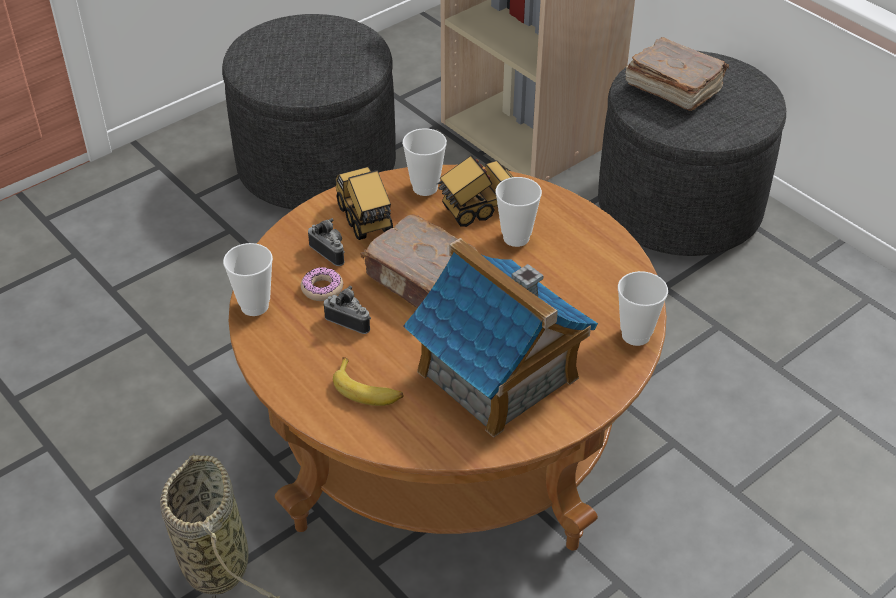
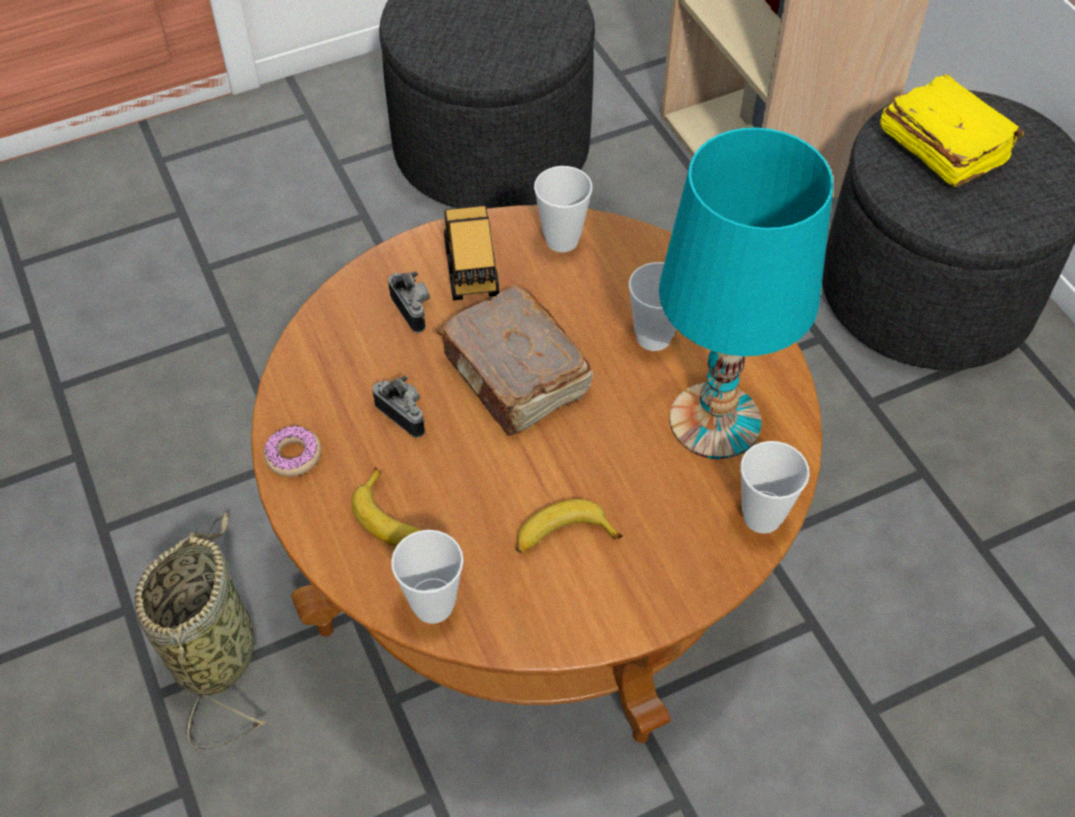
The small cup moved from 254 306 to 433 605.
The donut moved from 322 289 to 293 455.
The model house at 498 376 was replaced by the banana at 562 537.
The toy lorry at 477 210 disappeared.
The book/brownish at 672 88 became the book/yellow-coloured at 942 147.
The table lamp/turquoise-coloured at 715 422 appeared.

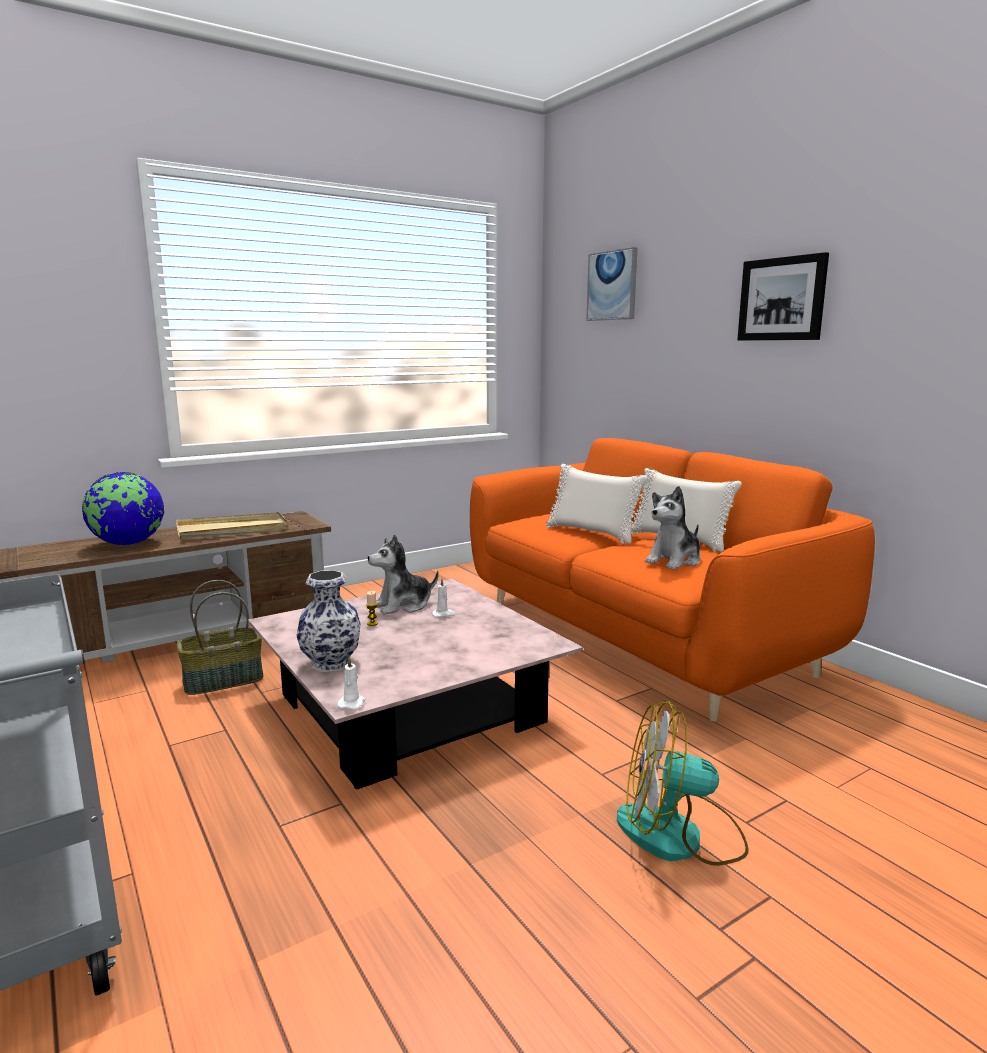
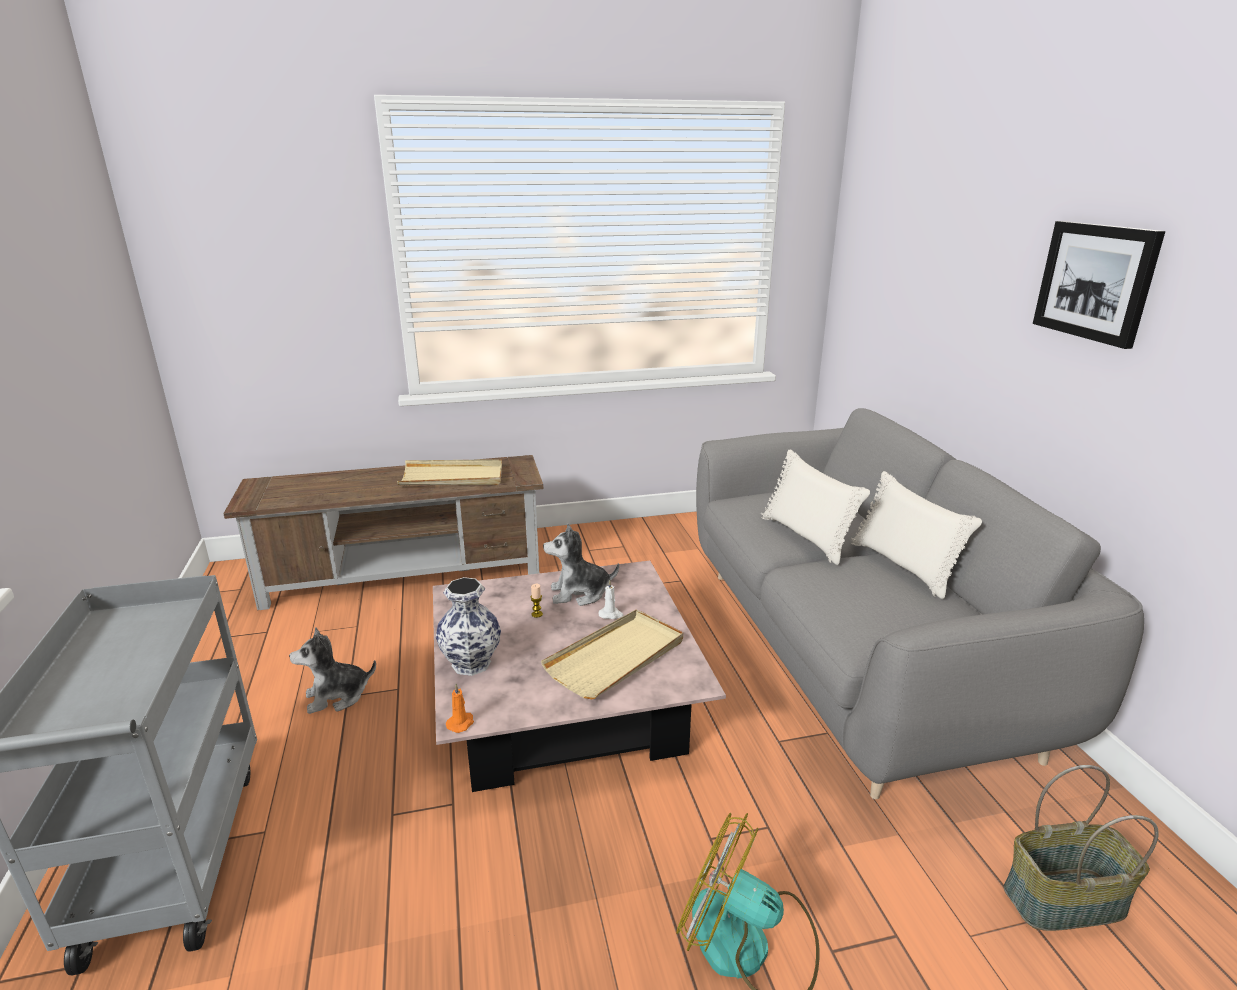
The globe at 128 544 disappeared.
The basket moved from 223 681 to 1064 902.
The wax candle/whitish at 352 703 became the wax candle/orangey at 461 723.
The couch/orangey at 639 637 became the couch/grey at 854 654.
The wall art at 612 285 disappeared.
The soft toy moved from 674 561 to 337 696.
The carrying tray/sand-coloured at 616 657 appeared.

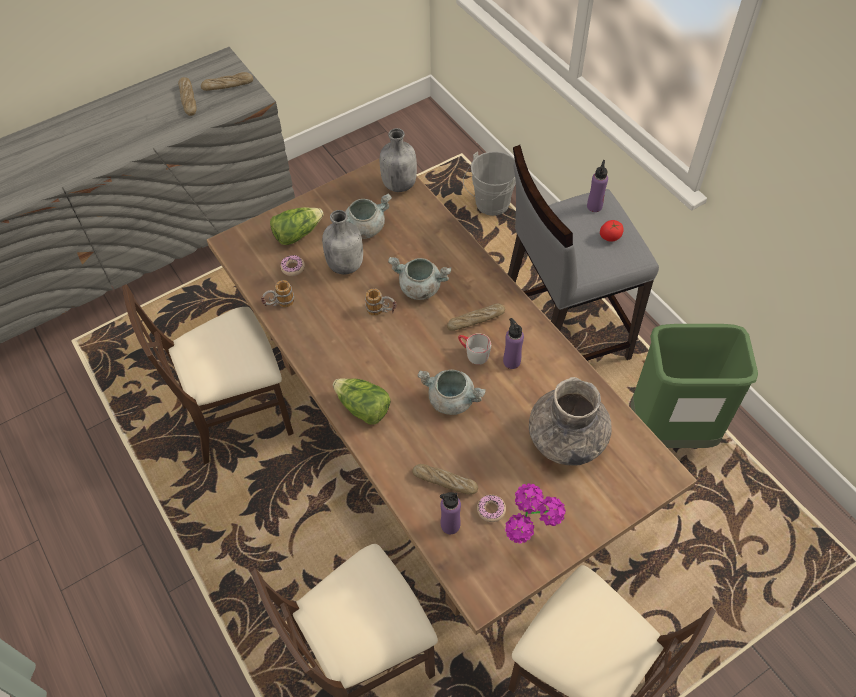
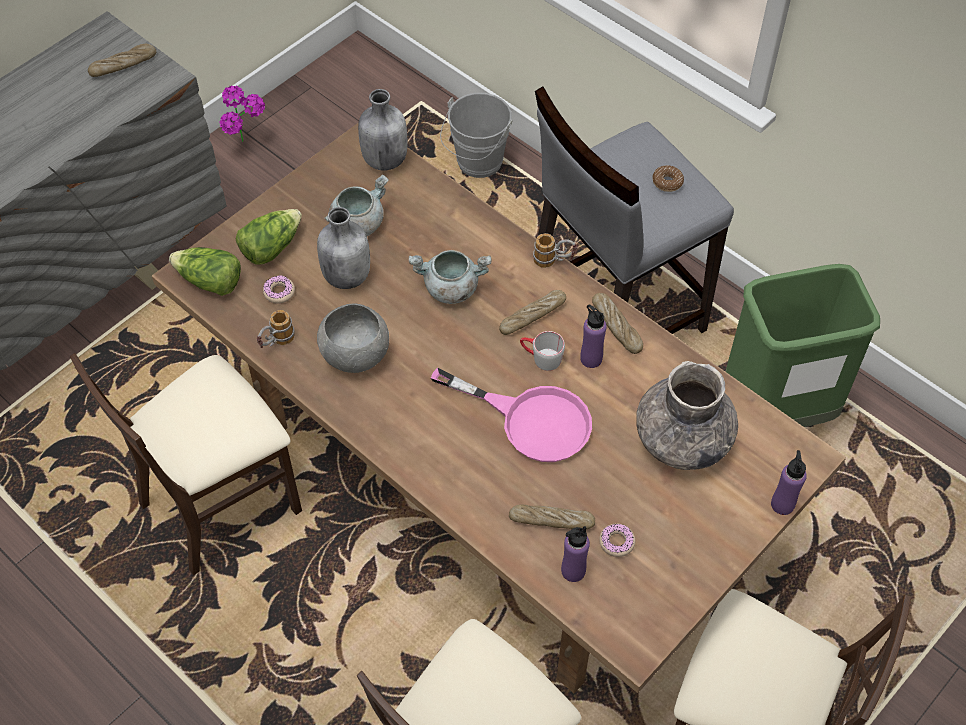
The bakery bread moved from 188 99 to 616 326.
The lettuce moved from 363 408 to 210 282.
The tea mug moved from 382 312 to 554 261.
The saucepot/grey at 451 400 was replaced by the skillet/pink-coloured at 531 420.
The houseplant moved from 529 539 to 248 146.
The bottle/purplish moved from 594 206 to 782 504.
The whole tomato at 610 237 was replaced by the donut at 667 182.
The deep dish/grey at 355 353 appeared.

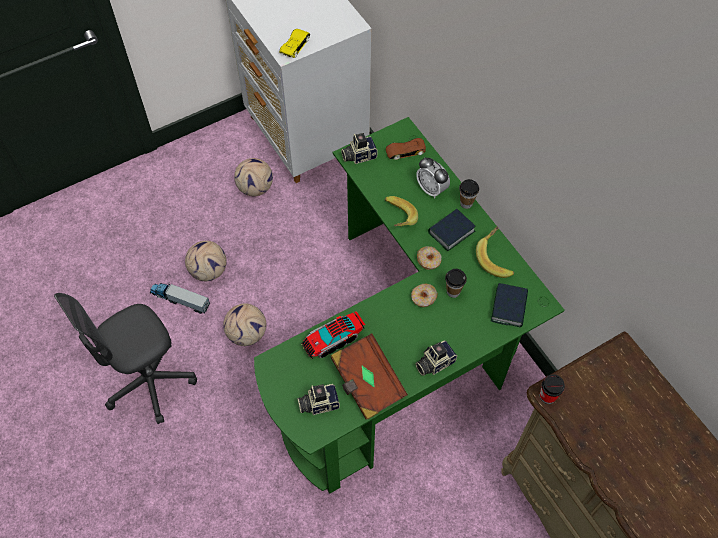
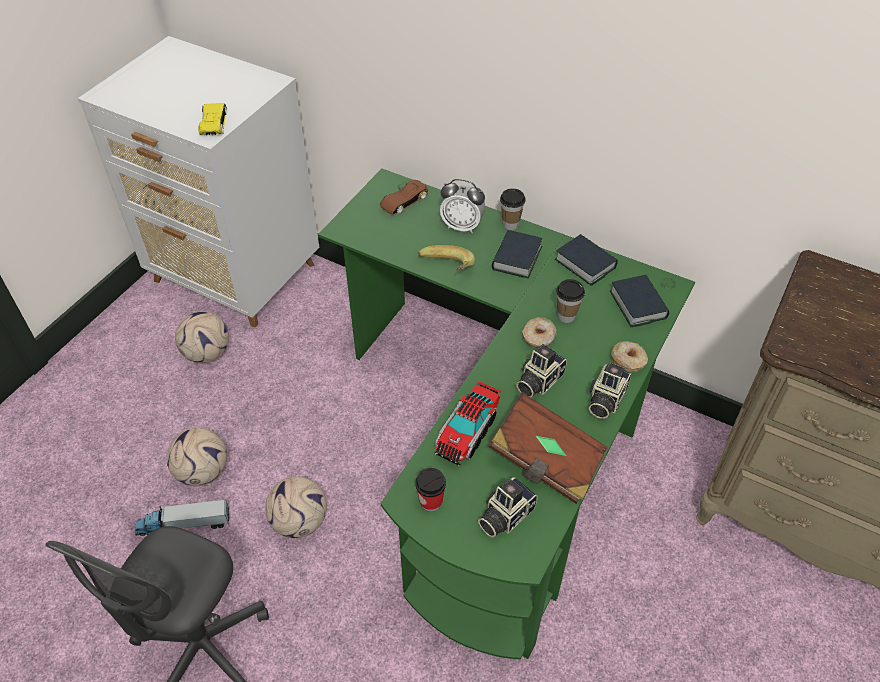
The still camera moved from 358 155 to 538 381.
The donut moved from 429 260 to 628 360.
The banana at 496 258 was replaced by the book at 585 263.
The small cup moved from 548 395 to 430 501.

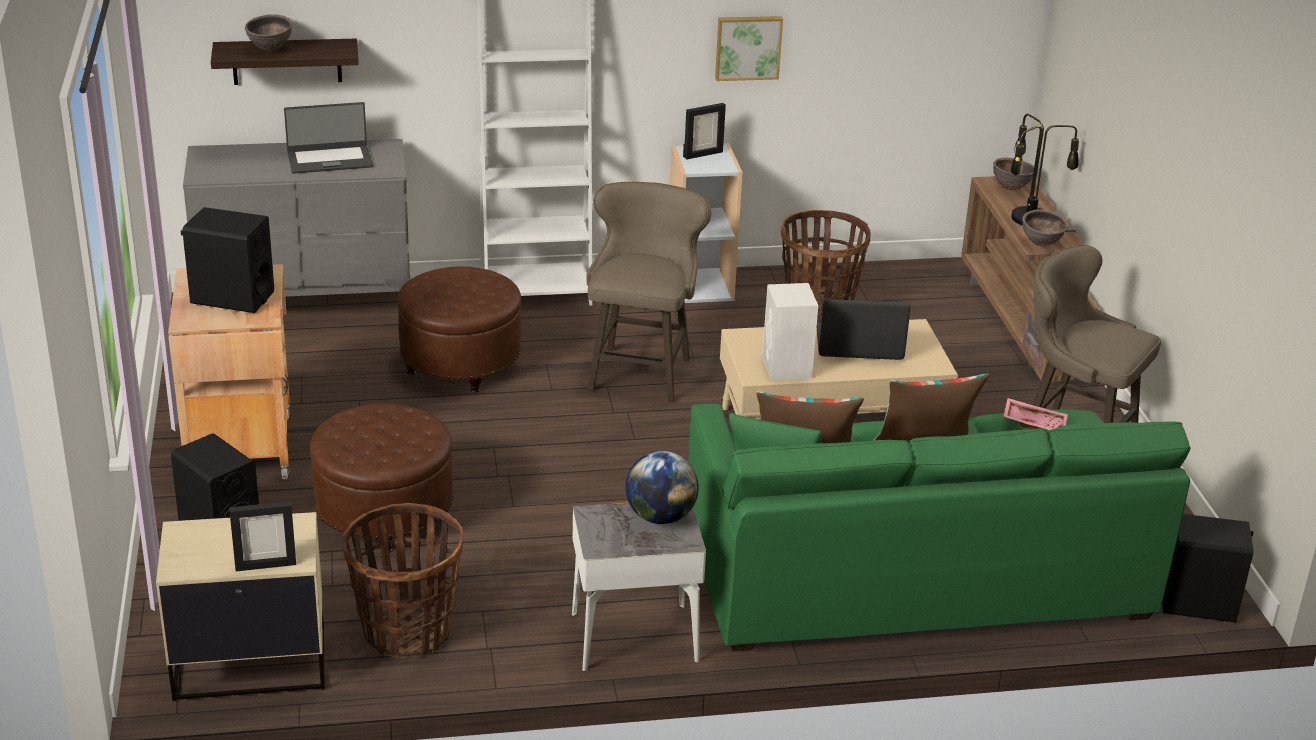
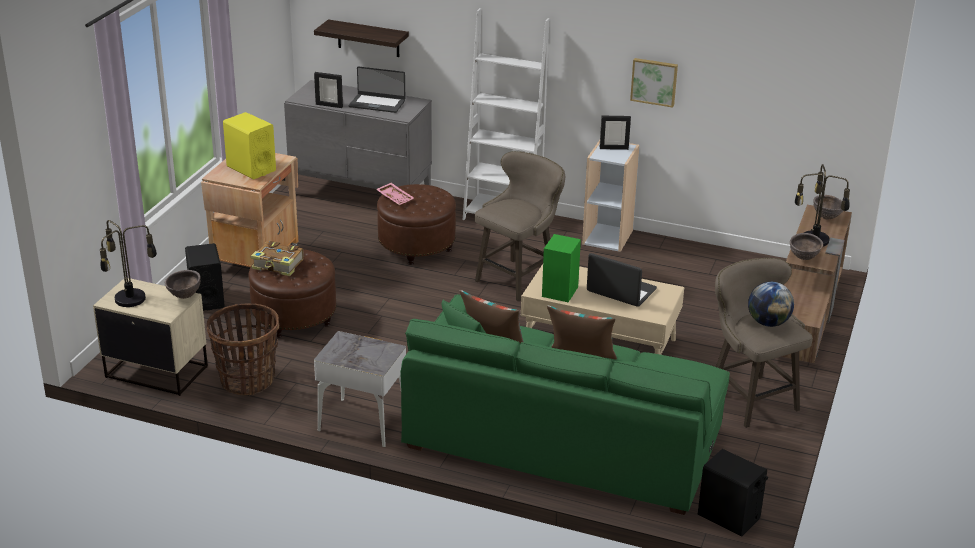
The speaker/black-coloured at 232 298 became the speaker/yellow-coloured at 251 168.
The photo frame moved from 265 565 to 329 105.
The deep dish/brownish moved from 270 50 to 184 296.
The globe moved from 660 517 to 768 322.
The speaker/whitish at 787 368 became the speaker/green-coloured at 559 292.
The basket at 819 308 disappeared.
The carrying tray/pink-coloured moved from 1034 423 to 395 198.
The table lamp at 130 298 appeared.
The book at 278 265 appeared.

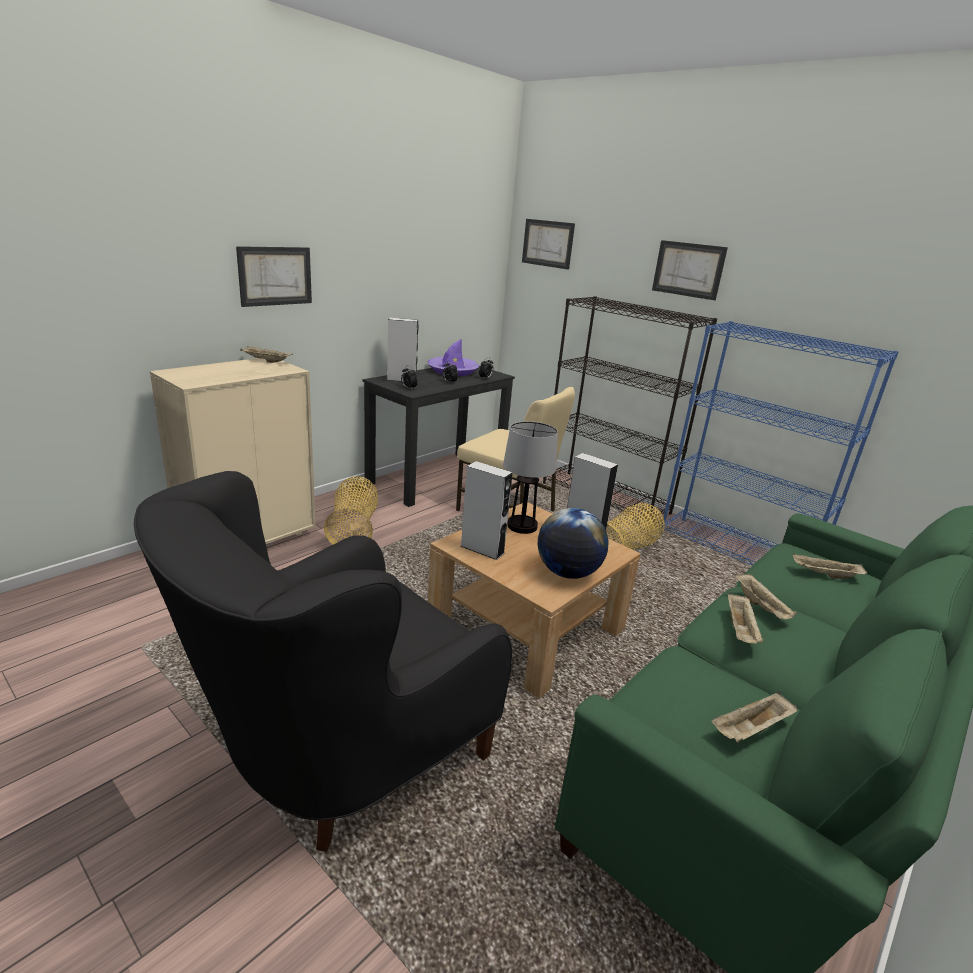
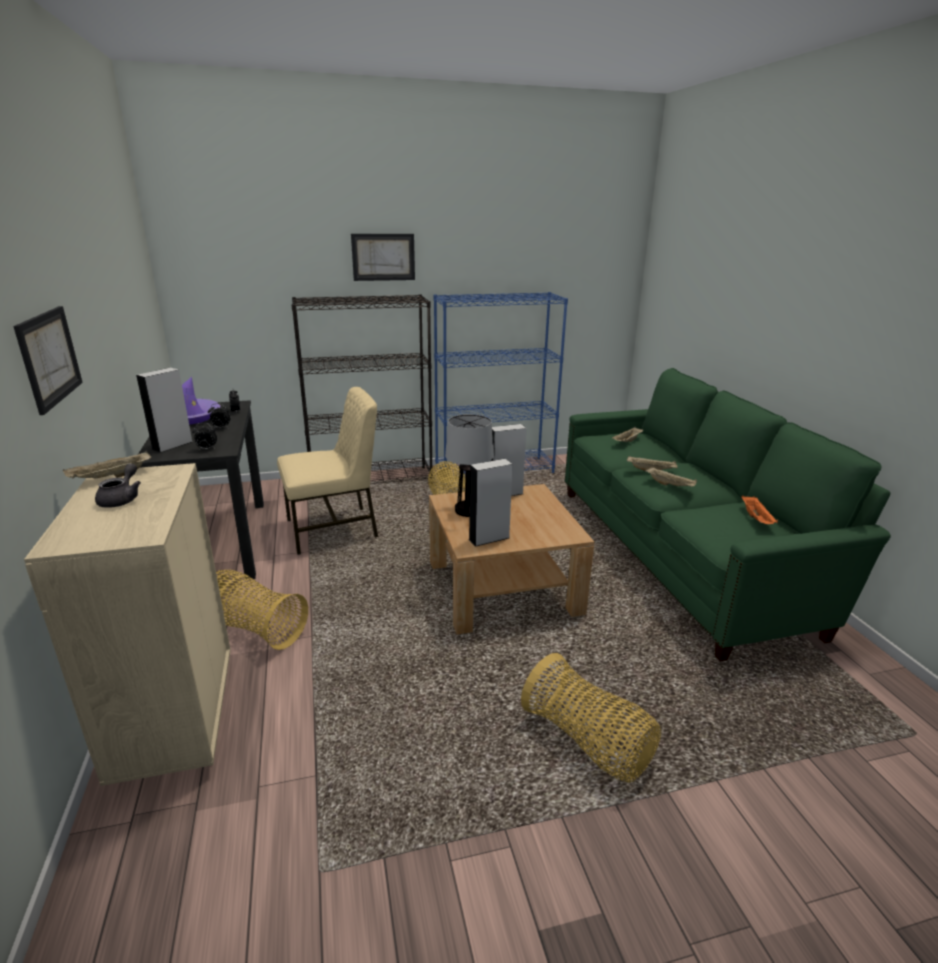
The armchair/black-coloured at 337 754 was replaced by the basket at 588 742.
The wall art at 548 243 disappeared.
The globe at 567 573 disappeared.
The carrying tray/sand-coloured at 751 730 became the carrying tray/orangey at 756 519.
The pot for tea/grey at 122 499 appeared.

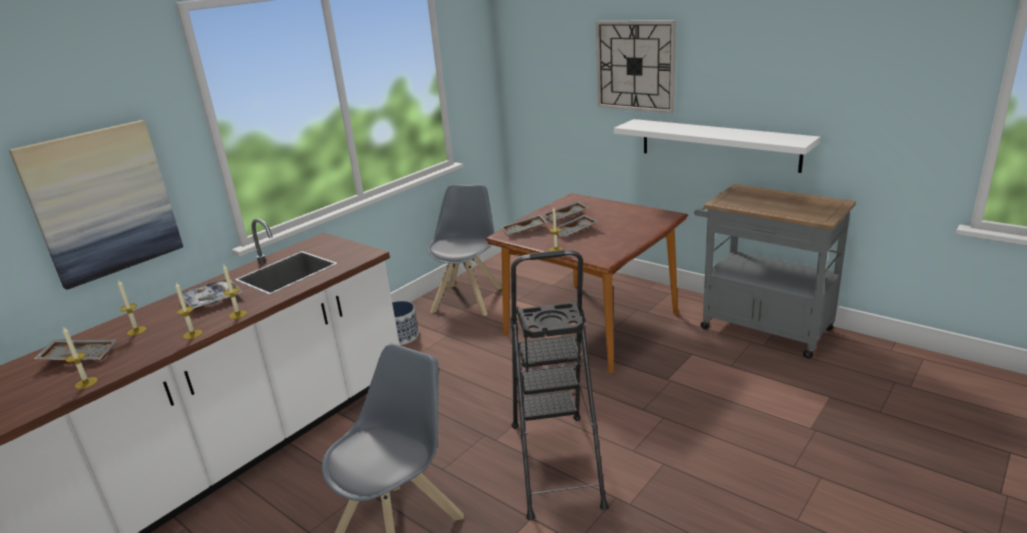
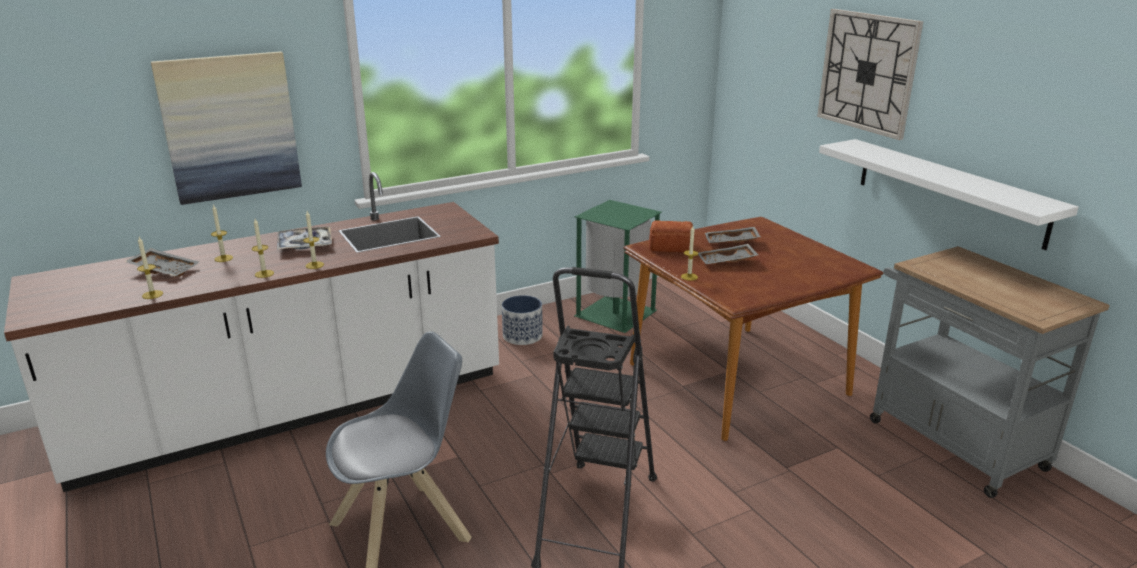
The plain chair/grey at 468 298 was replaced by the rubbish bin/green-coloured at 617 313.
The carrying tray/grey at 524 230 was replaced by the bakery bread at 672 247.

